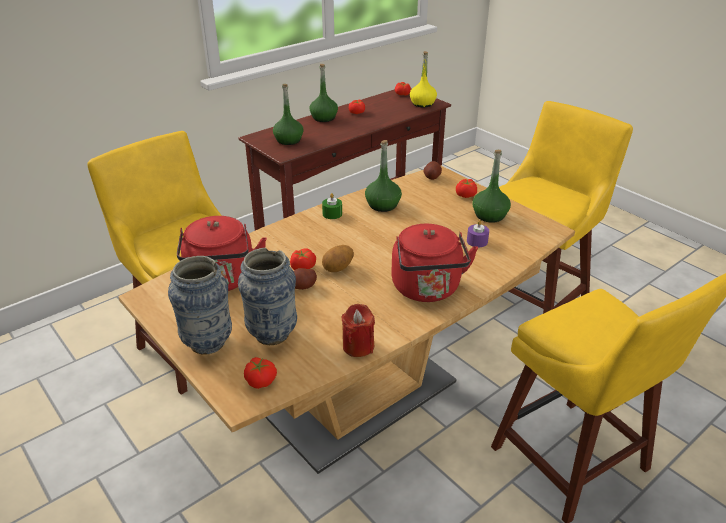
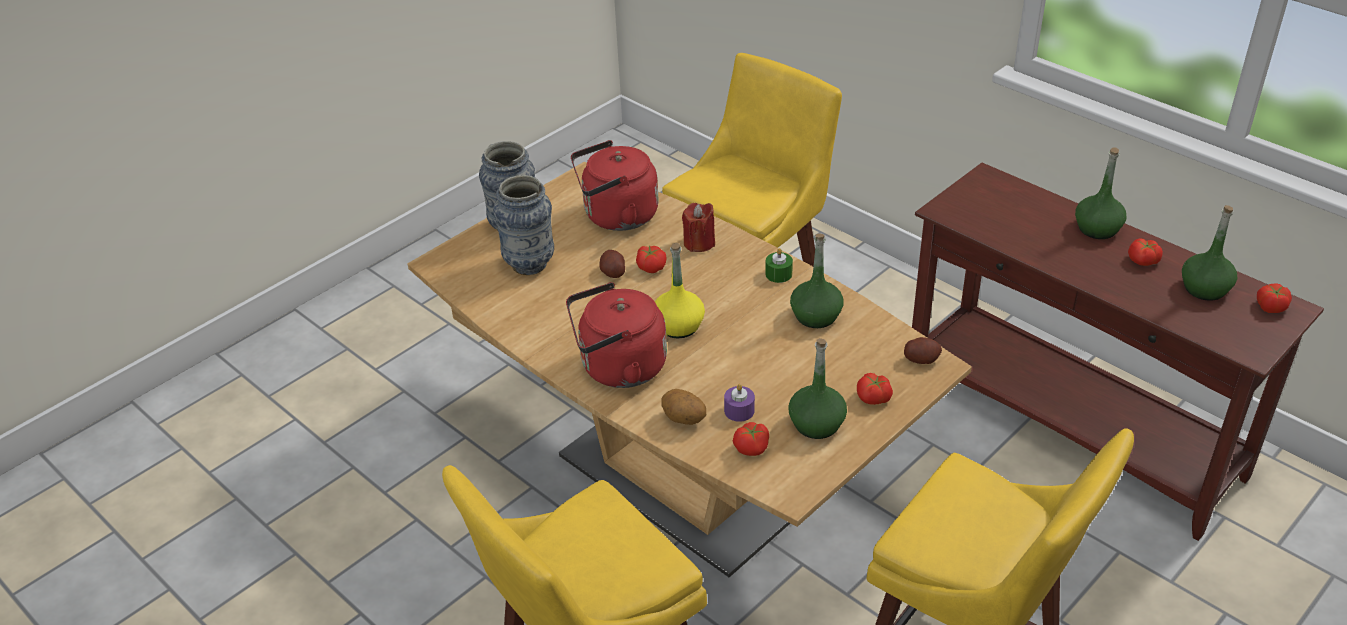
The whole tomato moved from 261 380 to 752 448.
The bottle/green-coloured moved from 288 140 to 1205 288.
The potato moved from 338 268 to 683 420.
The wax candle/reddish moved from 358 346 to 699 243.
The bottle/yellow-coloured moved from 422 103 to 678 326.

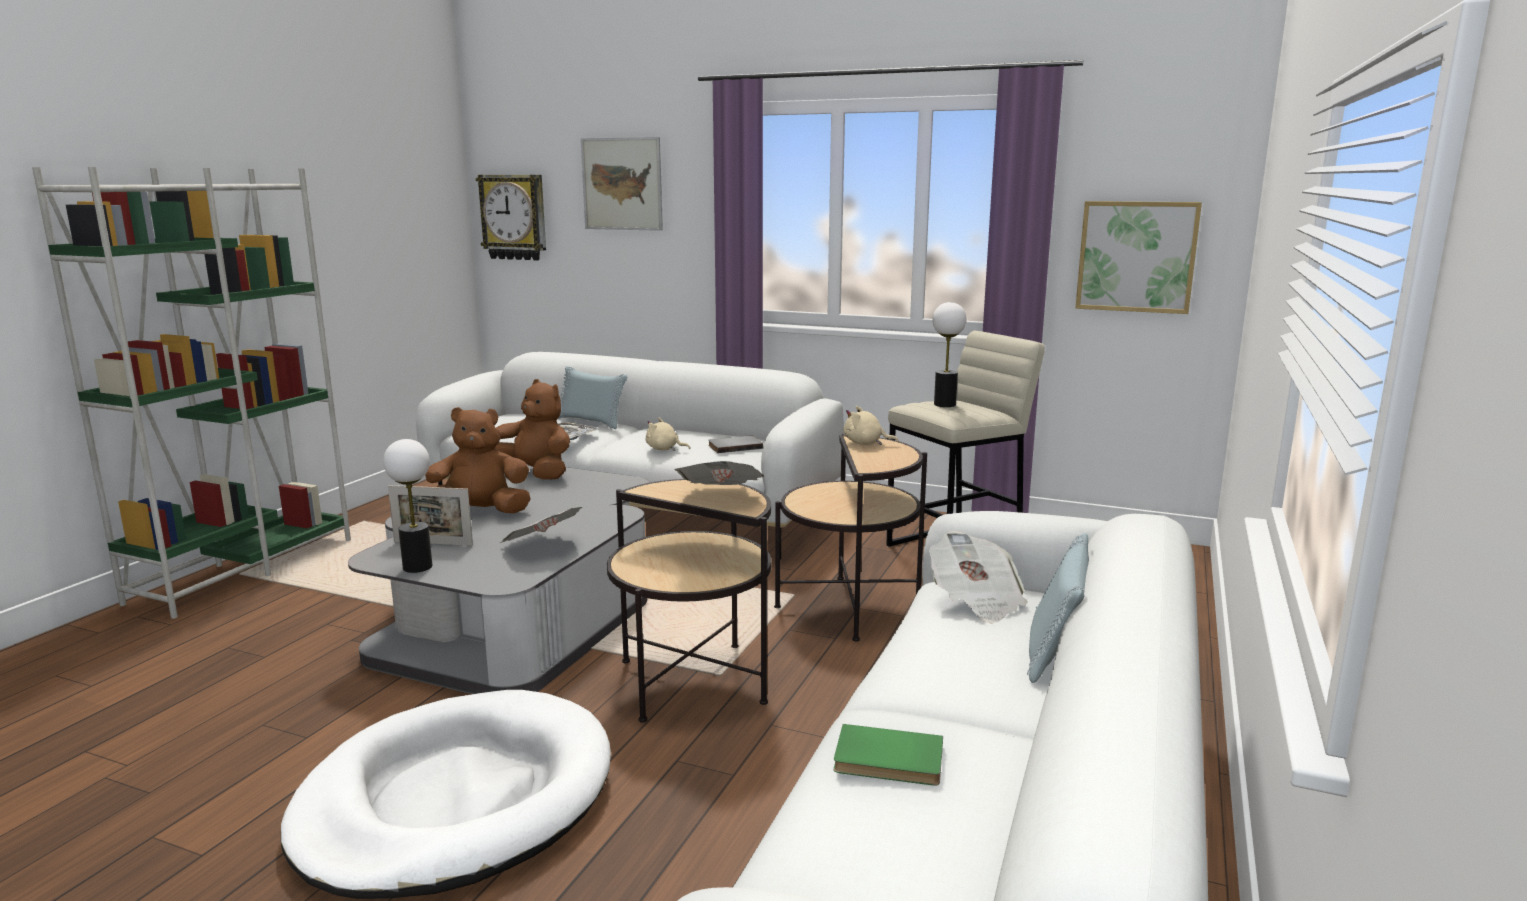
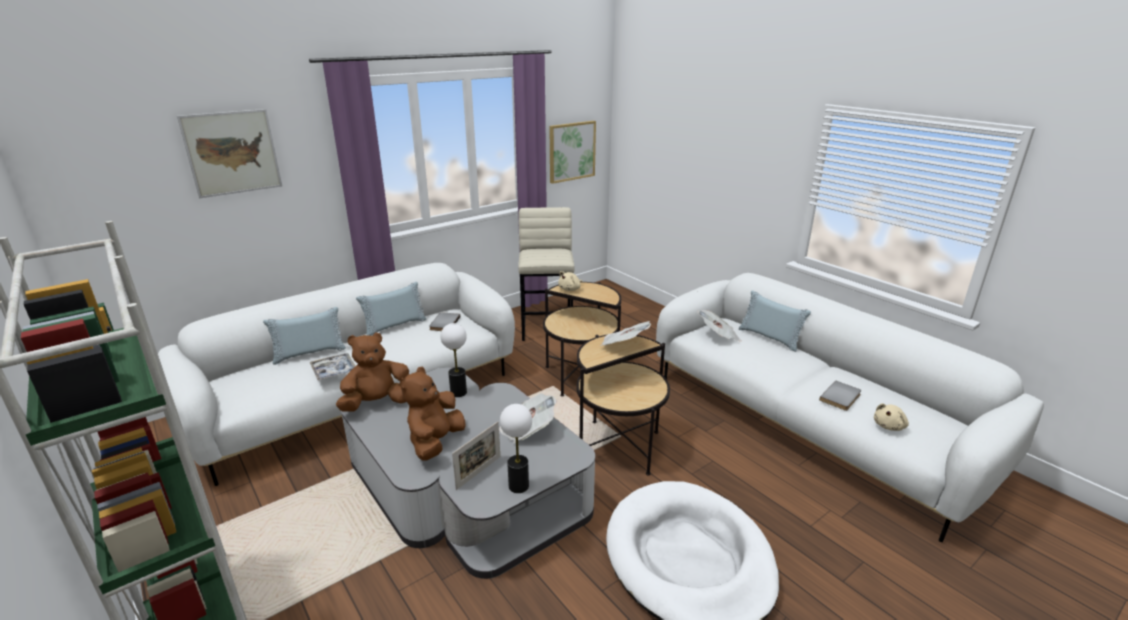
The clock on the wall at 514 217 disappeared.
The soft toy/sand-coloured moved from 664 449 to 889 426.
The book/green-coloured at 888 761 became the book/grey at 841 397.
The table lamp moved from 944 404 to 458 392.
The pillow/blue-coloured at 395 326 appeared.

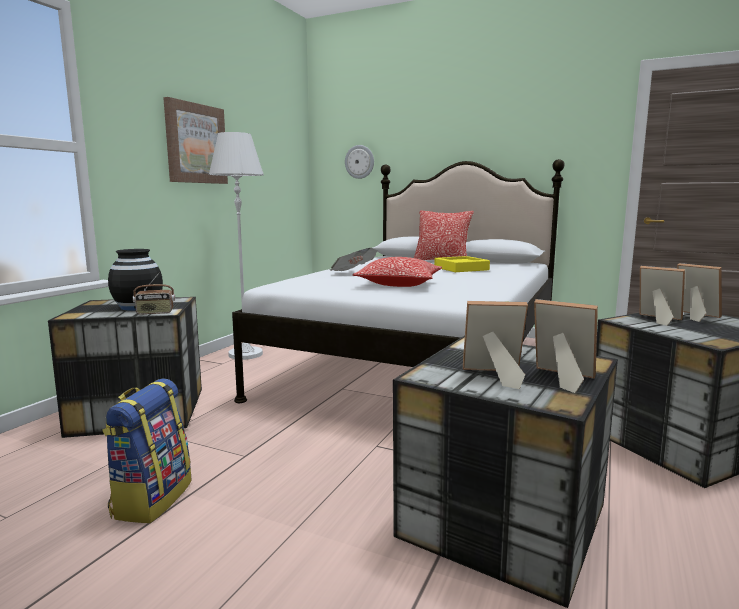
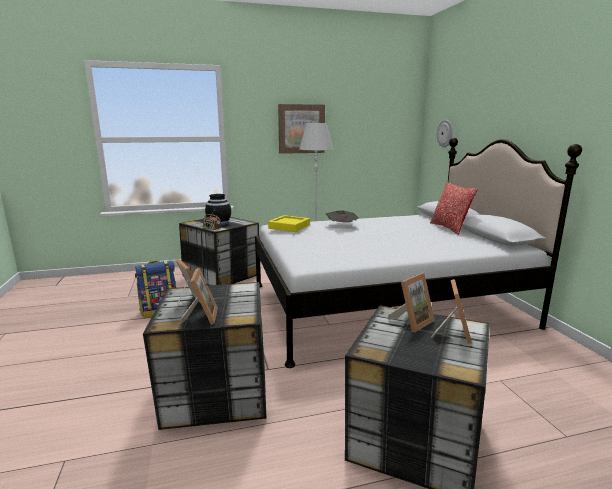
The pillow at 399 284 disappeared.
The carrying tray/yellow-coloured moved from 461 268 to 289 227.
The photo frame at 657 319 turned 45 degrees clockwise.

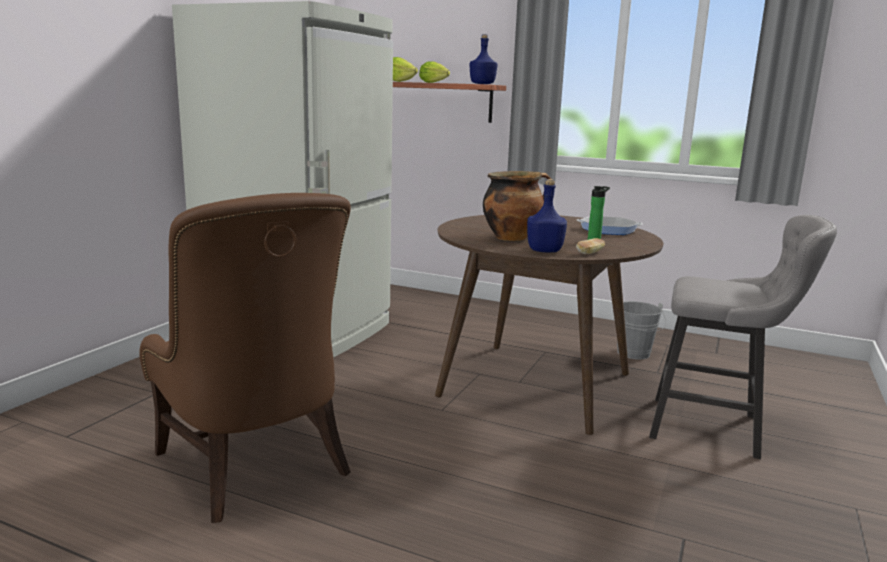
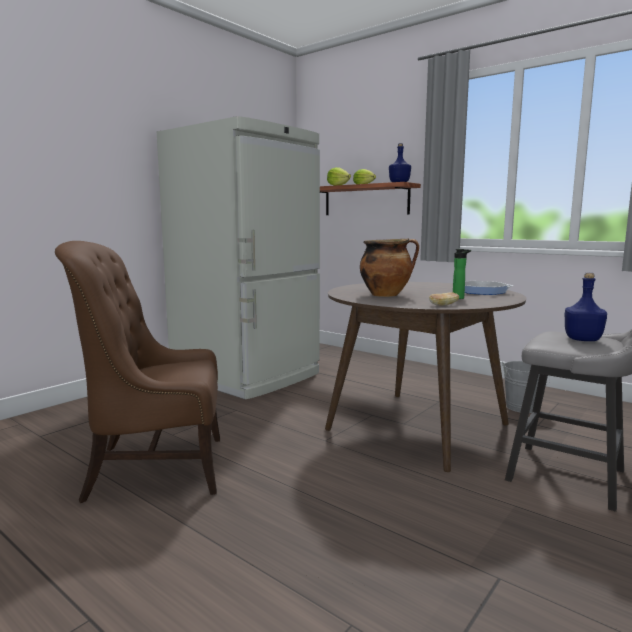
The plain chair/brownish at 255 464 turned 105 degrees clockwise.
The bottle/blue-coloured moved from 543 250 to 581 339.

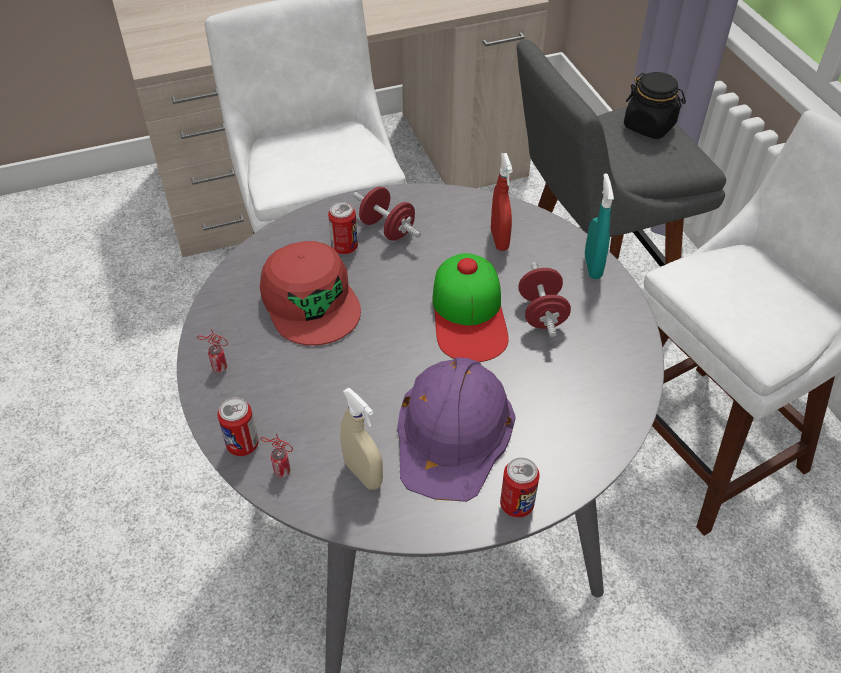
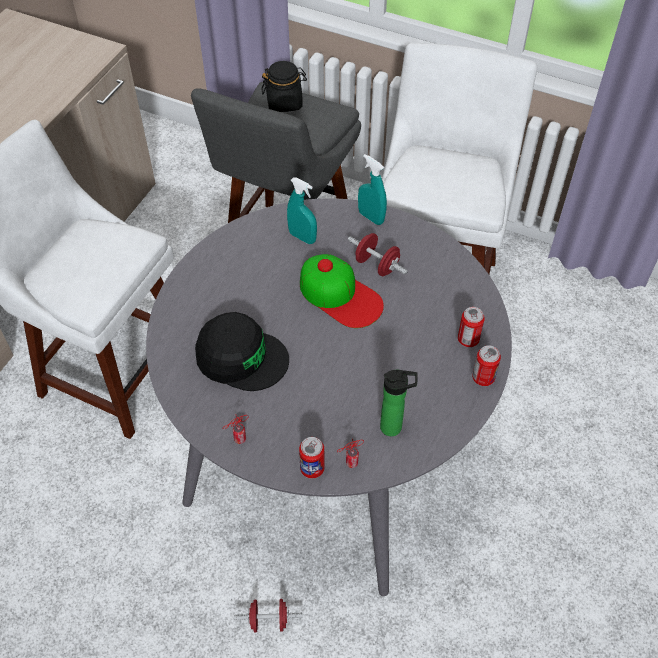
The cap/reddish at 311 301 became the cap/black-coloured at 241 357.
The can moved from 344 247 to 468 339.
The sprayer/sand-coloured at 363 474 was replaced by the bottle at 394 427.
The free weight/reddish moved from 387 229 to 269 620.
The work helmet/purplish at 454 432 disappeared.
The sprayer/reddish at 499 239 became the sprayer/turquoise-coloured at 302 237.

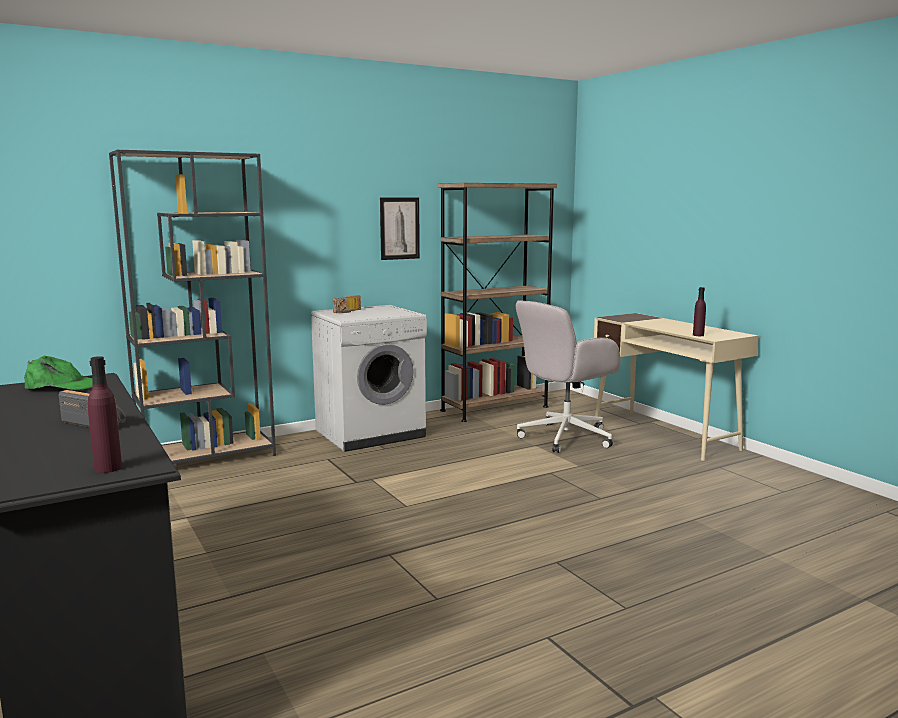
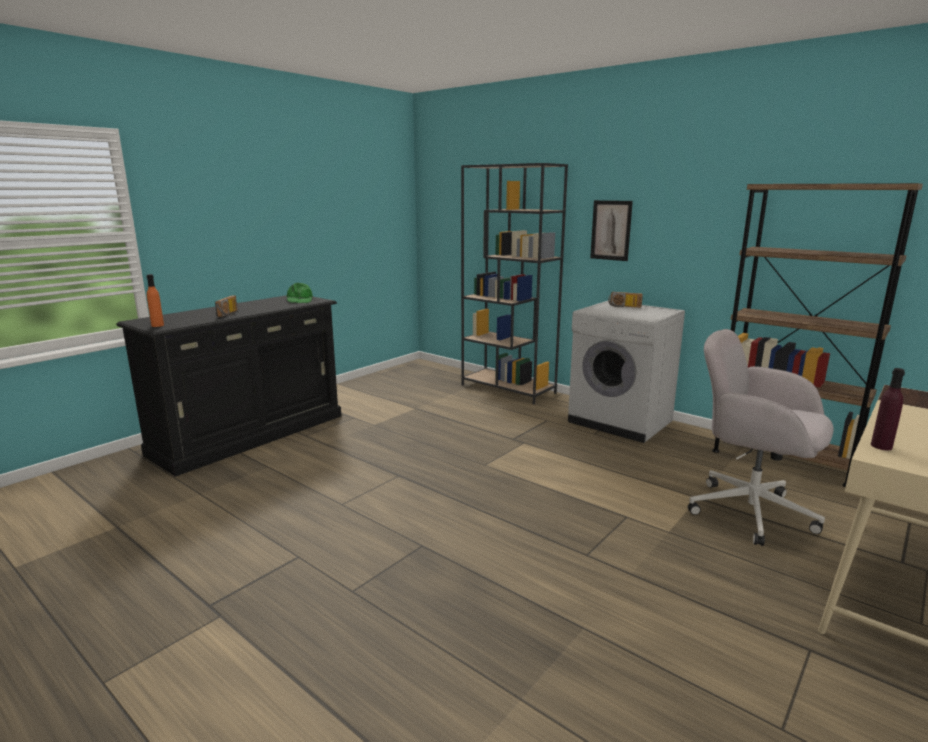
The bottle/purplish at 108 468 became the bottle/orangey at 157 325.
The wall art moved from 399 228 to 611 230.

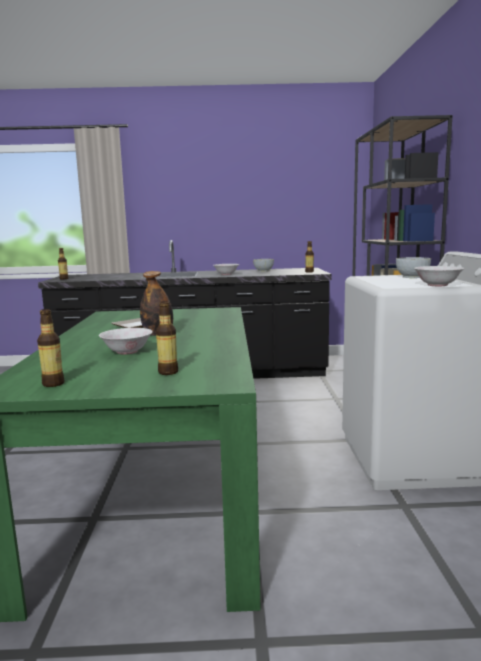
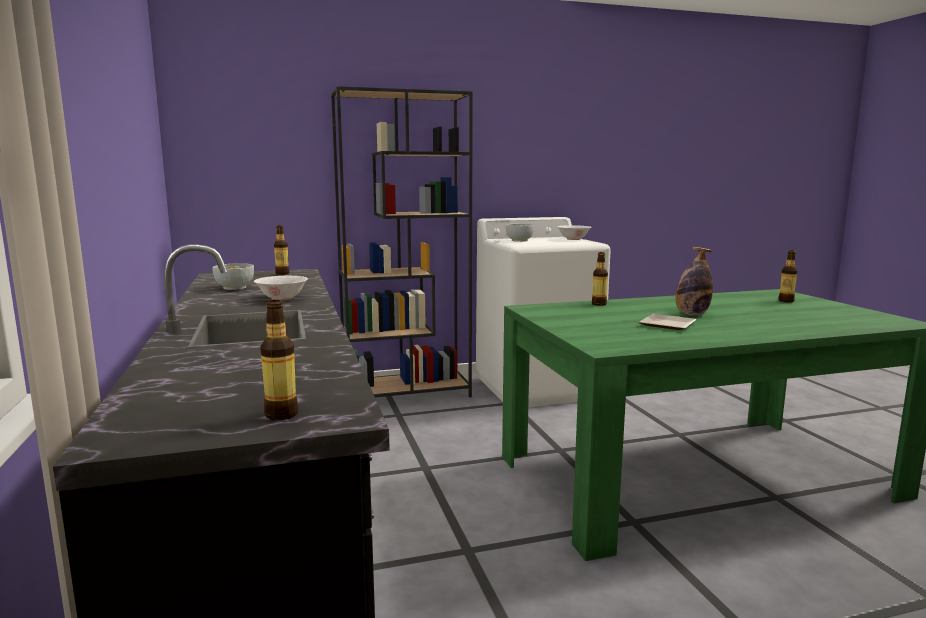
The bottle moved from 53 384 to 599 304.
The deep dish/whitish at 127 351 disappeared.

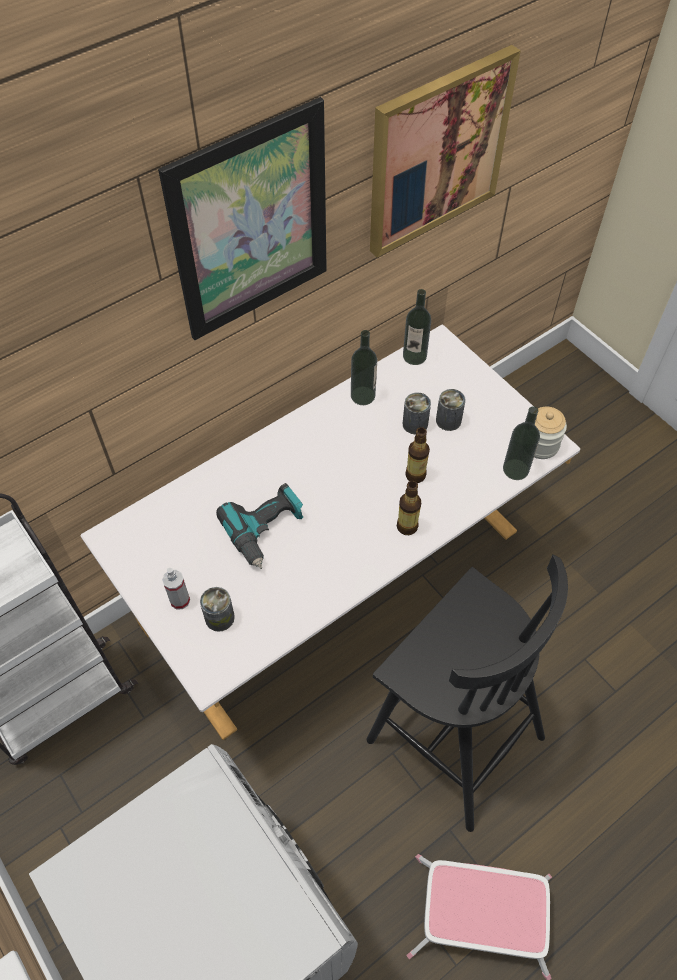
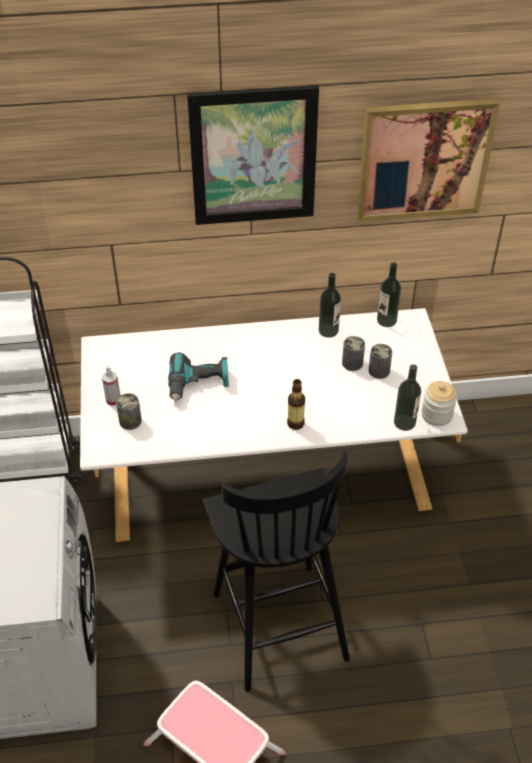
The bottle at 415 475 disappeared.

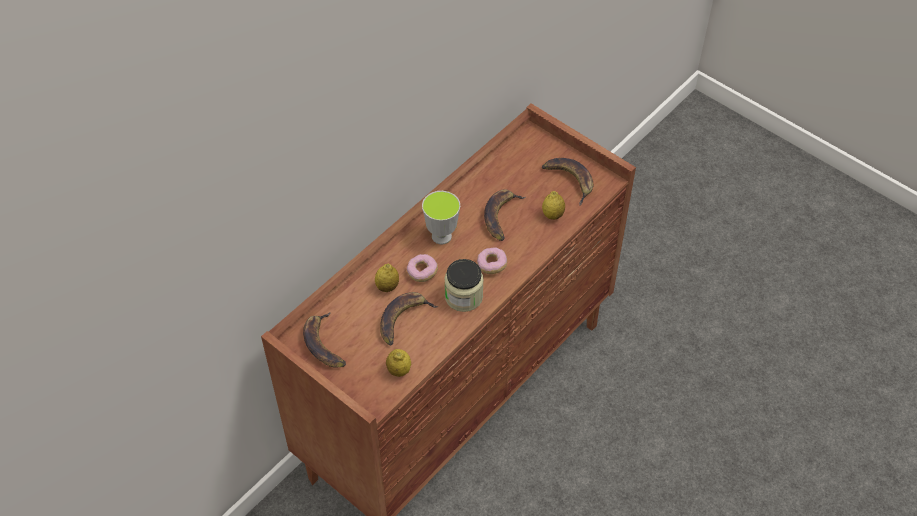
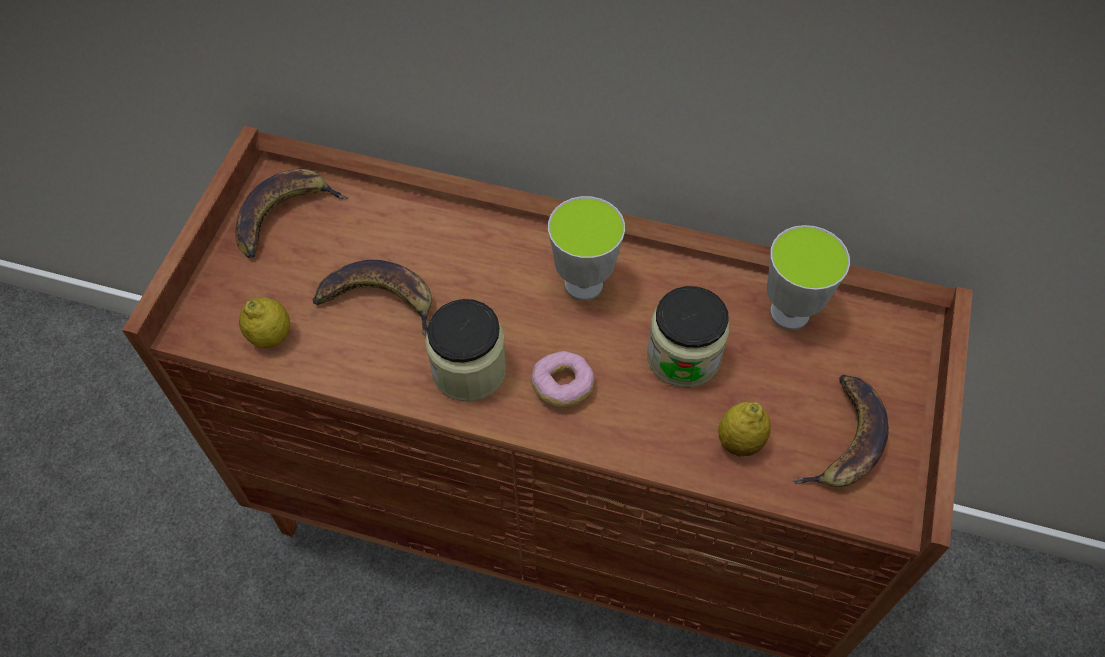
The citrus fruit at 387 287 disappeared.
The donut at 422 272 disappeared.
The banana at 501 216 was replaced by the preserve jar at 683 356.
The small cup at 789 313 appeared.

